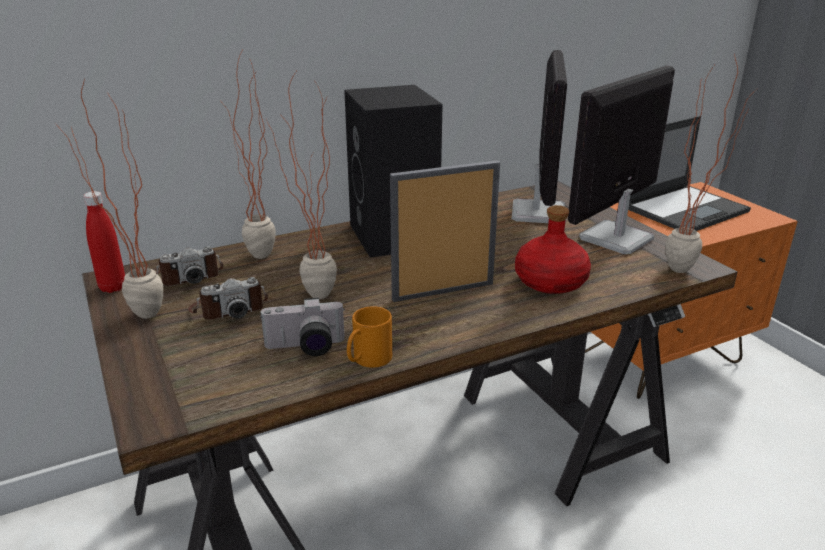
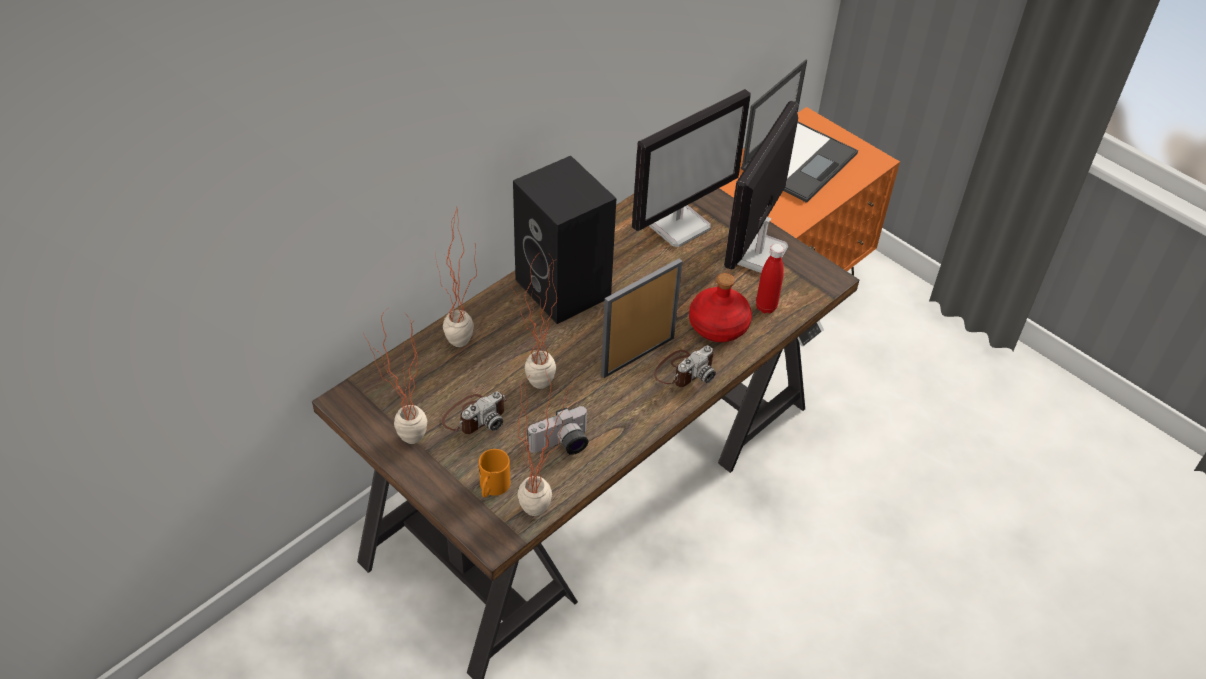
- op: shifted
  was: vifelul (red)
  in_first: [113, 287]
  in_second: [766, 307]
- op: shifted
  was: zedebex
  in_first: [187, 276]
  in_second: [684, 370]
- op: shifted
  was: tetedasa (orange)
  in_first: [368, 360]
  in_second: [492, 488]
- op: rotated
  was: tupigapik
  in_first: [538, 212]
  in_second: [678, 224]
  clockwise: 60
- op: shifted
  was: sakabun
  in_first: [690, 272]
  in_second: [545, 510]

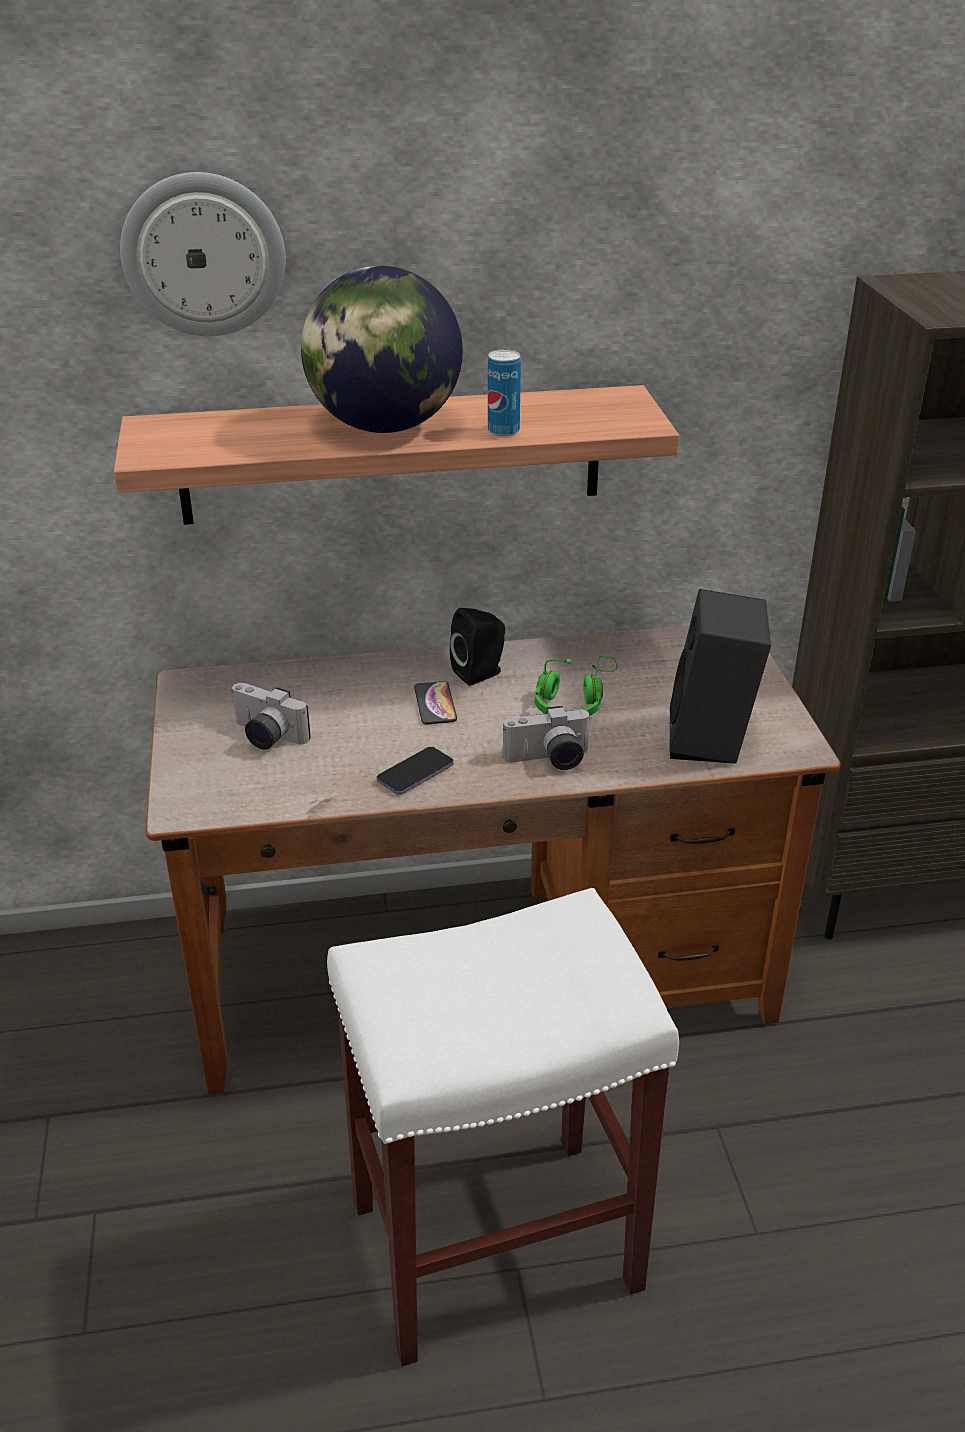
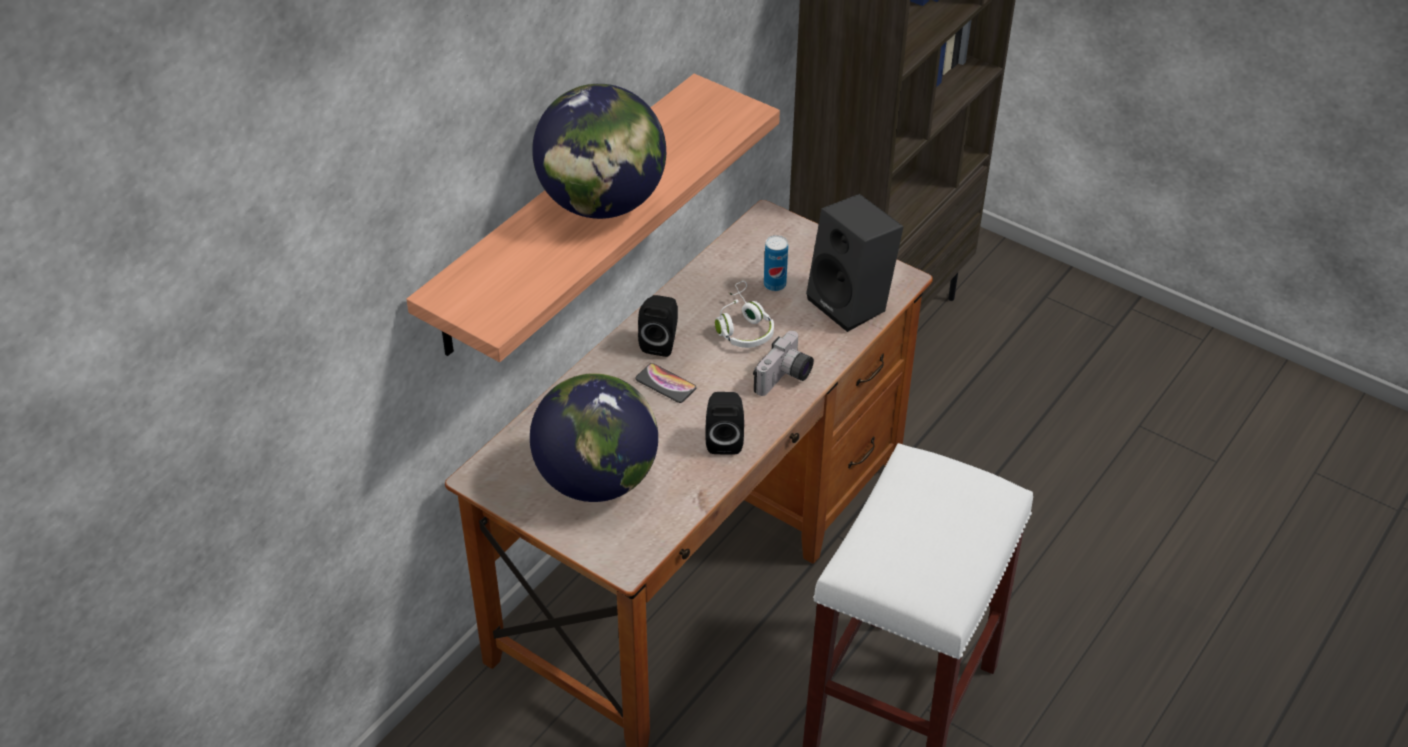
- op: gone
  was: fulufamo
  in_first: [203, 255]
- op: swapped
  was: zedebex
  now: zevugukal
  in_first: [265, 737]
  in_second: [597, 479]
- op: swapped
  was: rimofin
  now: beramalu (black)
  in_first: [415, 773]
  in_second: [724, 440]
- op: shifted
  was: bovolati
  in_first: [503, 431]
  in_second: [774, 285]
- op: repainted
  was: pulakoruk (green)
  now: pulakoruk (white)
  in_first: [574, 701]
  in_second: [743, 326]

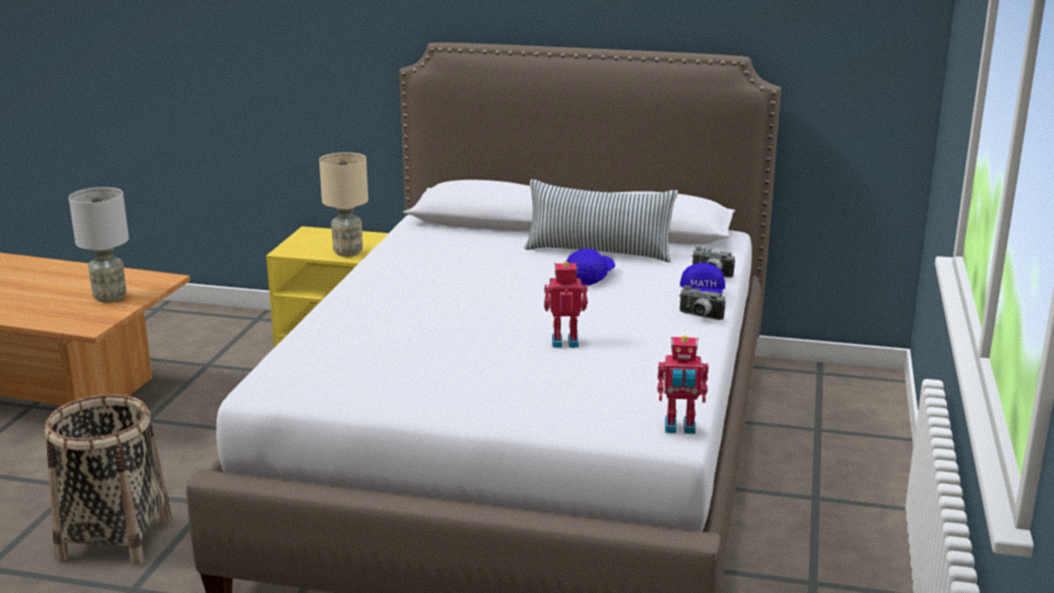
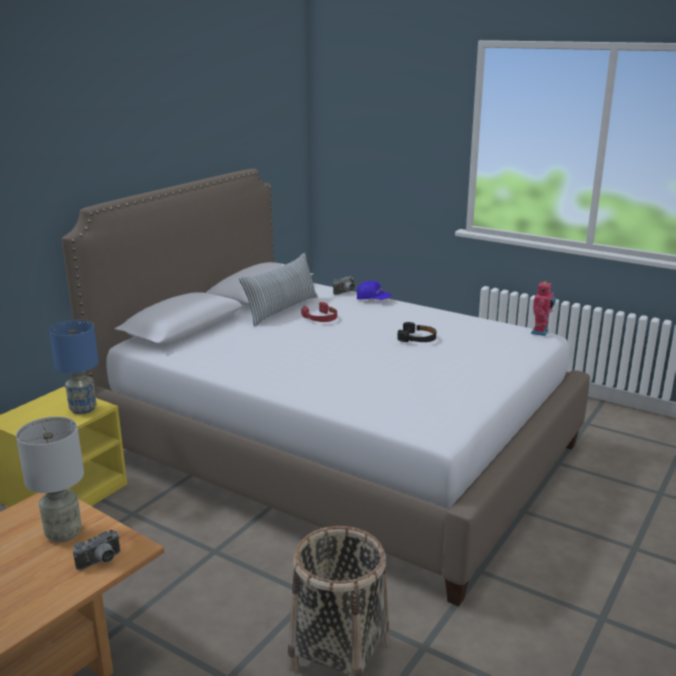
- op: repainted
  was: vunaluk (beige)
  now: vunaluk (blue)
  in_first: [347, 252]
  in_second: [82, 409]
- op: swapped
  was: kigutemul
  now: pulakoruk (black)
  in_first: [565, 341]
  in_second: [417, 338]
- op: swapped
  was: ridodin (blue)
  now: pulakoruk (red)
  in_first: [589, 276]
  in_second: [321, 318]
- op: shifted
  was: zedebex
  in_first: [699, 317]
  in_second: [101, 562]

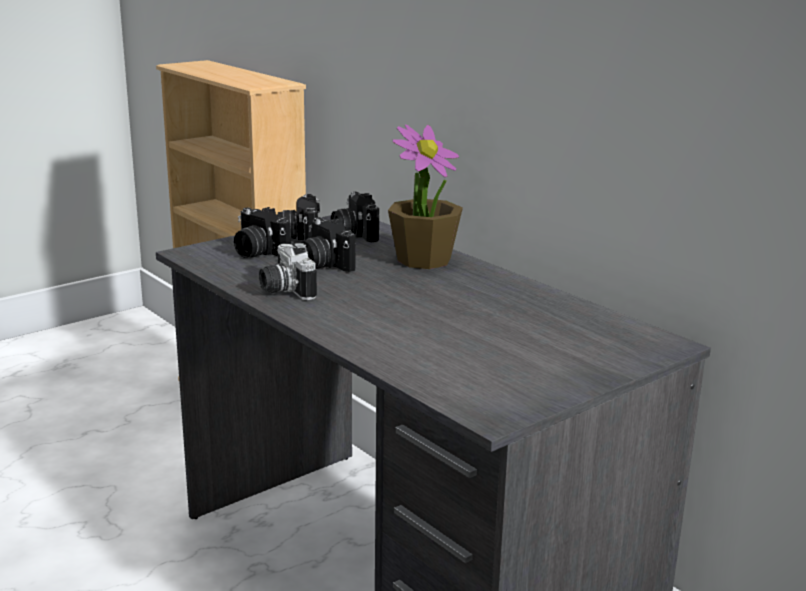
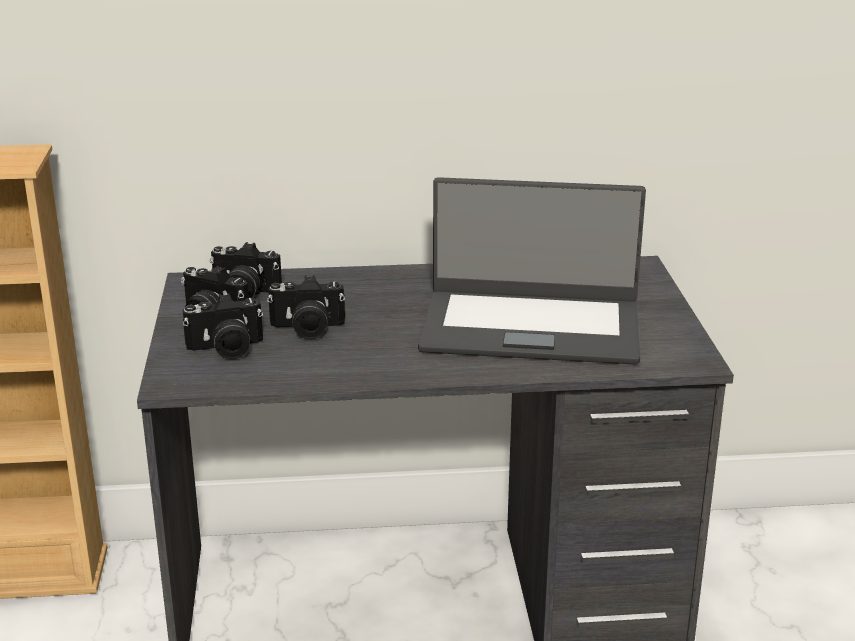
- op: gone
  was: zedebex
  in_first: [283, 290]
- op: gone
  was: sakabun
  in_first: [424, 260]
- op: new
  now: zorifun
  in_second: [531, 327]

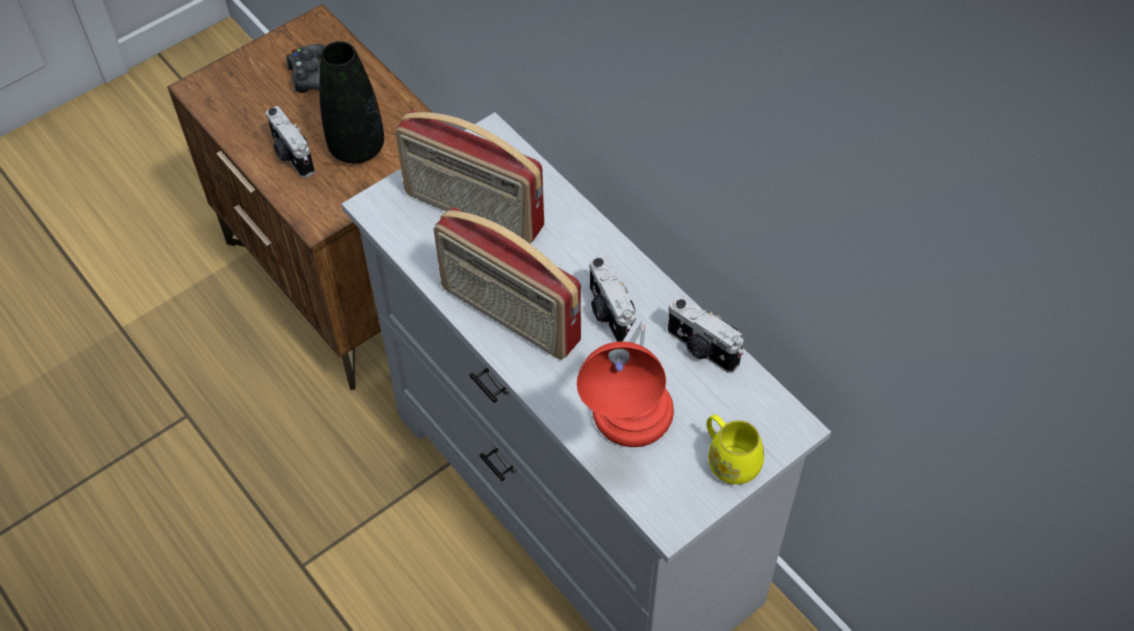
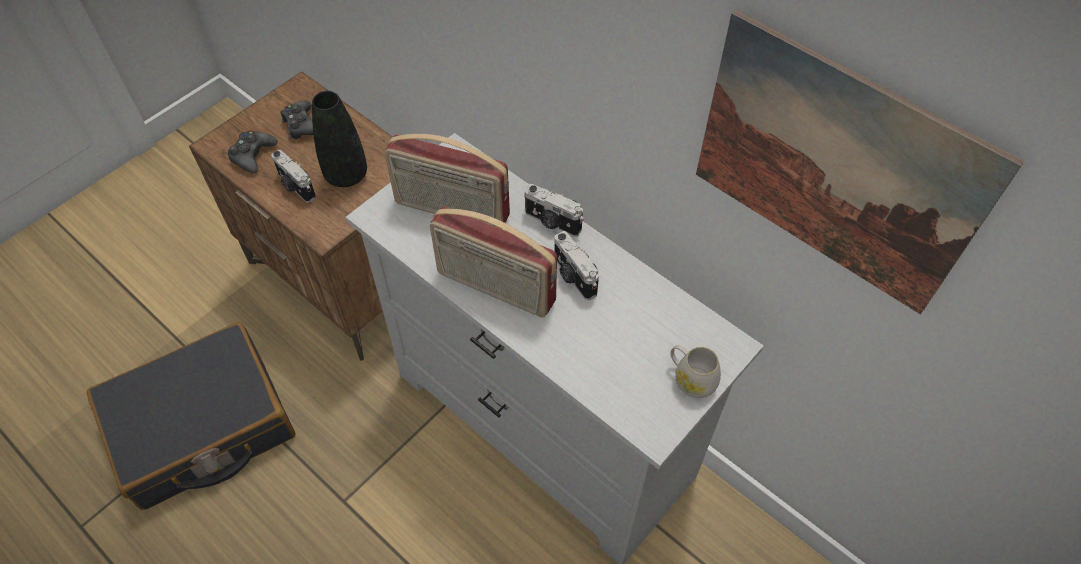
- op: gone
  was: vunaluk (red)
  in_first: [627, 435]
- op: shifted
  was: zedebex
  in_first: [701, 349]
  in_second: [552, 222]
- op: repainted
  was: tetedasa (yellow)
  now: tetedasa (white)
  in_first: [729, 459]
  in_second: [690, 378]
- op: new
  now: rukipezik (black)
  in_second: [202, 427]
- op: new
  now: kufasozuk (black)
  in_second: [253, 155]
- op: new
  now: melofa
  in_second: [834, 166]

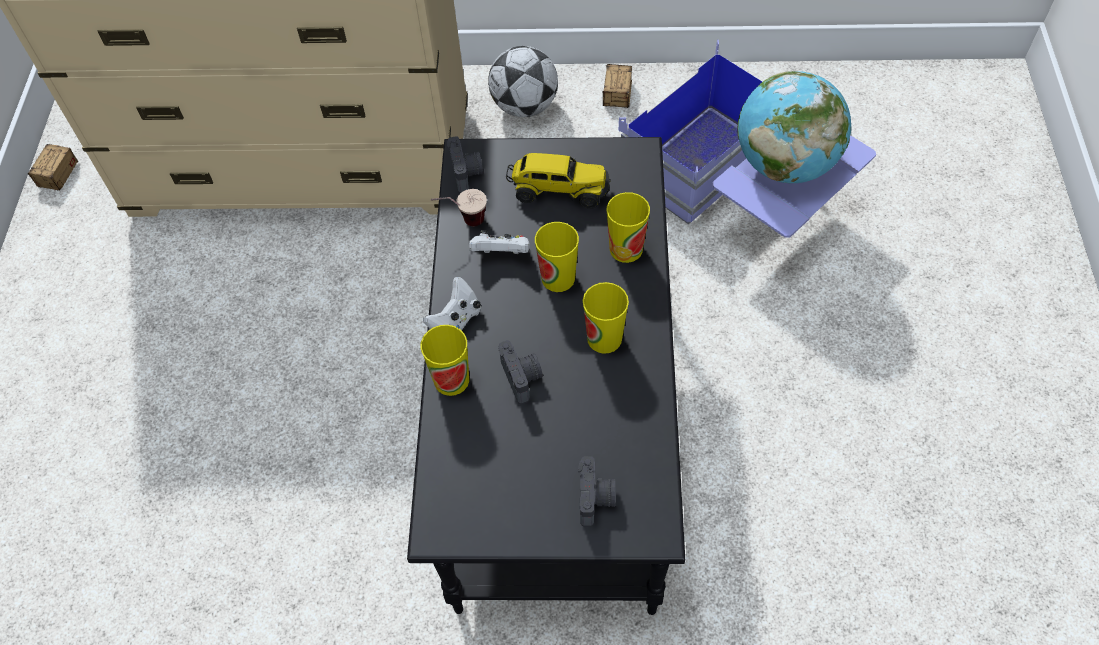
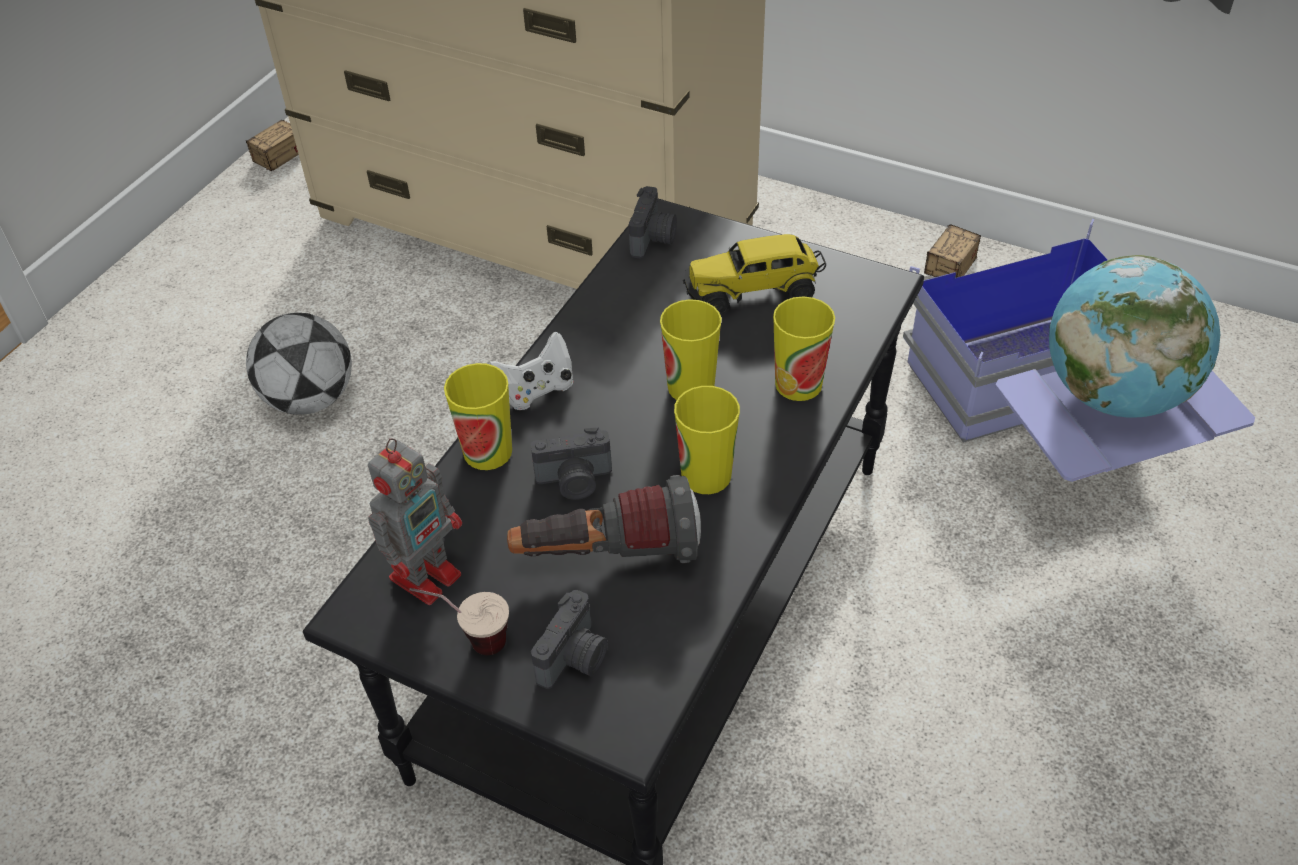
- op: shifted
  was: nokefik
  in_first: [462, 222]
  in_second: [468, 640]
- op: gone
  was: kufasozuk (white)
  in_first: [501, 254]
- op: shifted
  was: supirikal
  in_first: [525, 106]
  in_second: [310, 399]
- op: rotated
  was: zedebex
  in_first: [523, 377]
  in_second: [575, 481]
  clockwise: 75
- op: rotated
  was: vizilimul
  in_first: [558, 190]
  in_second: [753, 291]
  clockwise: 135
- op: new
  now: kigutemul
  in_second: [428, 574]
- op: new
  now: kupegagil
  in_second: [606, 555]

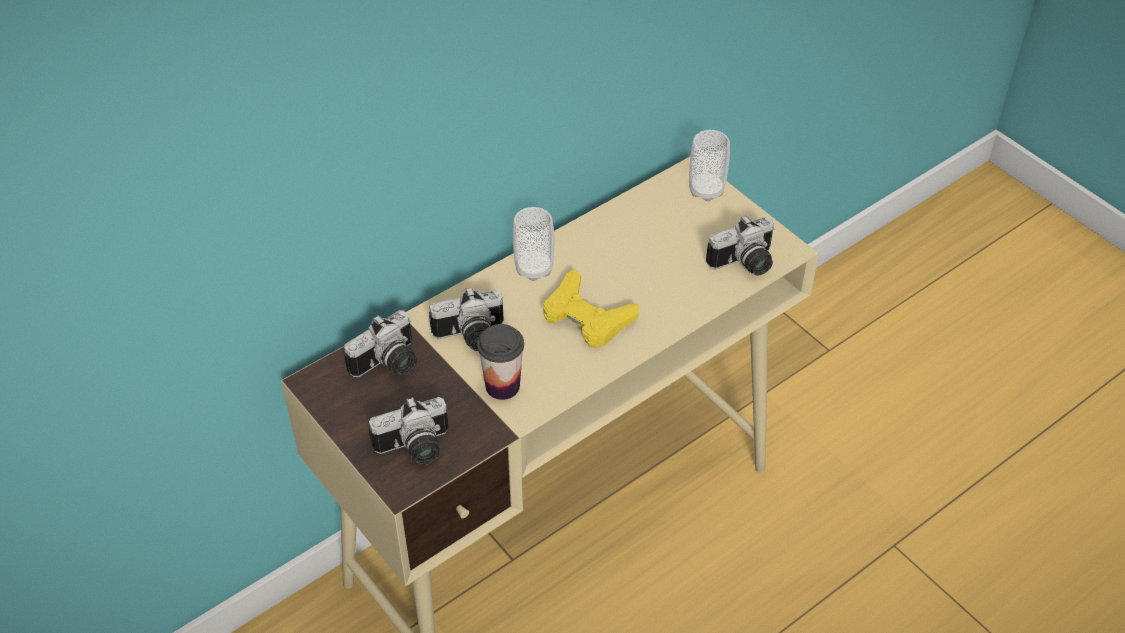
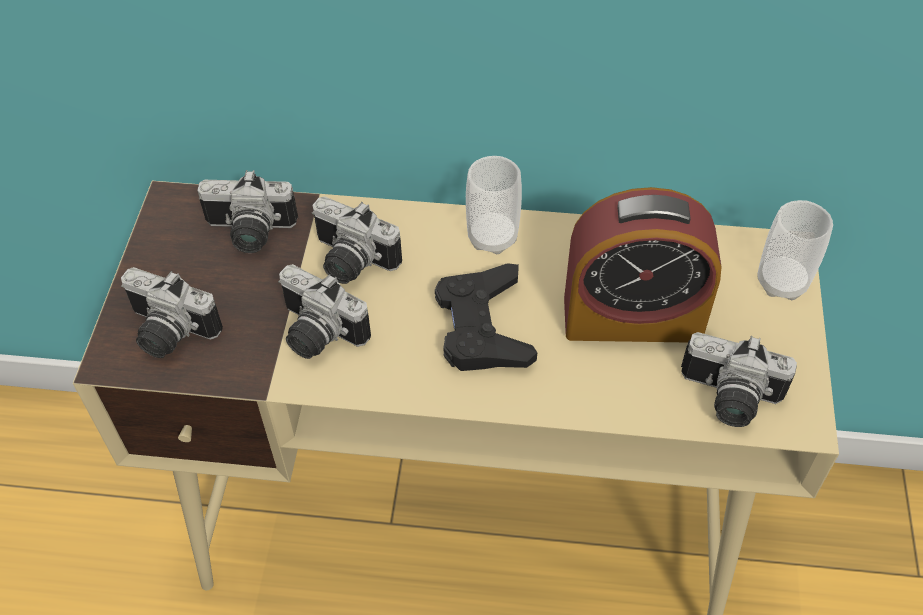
- op: swapped
  was: nokefik
  now: zedebex
  in_first: [502, 386]
  in_second: [316, 334]
- op: repainted
  was: kufasozuk (yellow)
  now: kufasozuk (black)
  in_first: [587, 317]
  in_second: [483, 326]
- op: new
  now: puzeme
  in_second: [632, 317]

